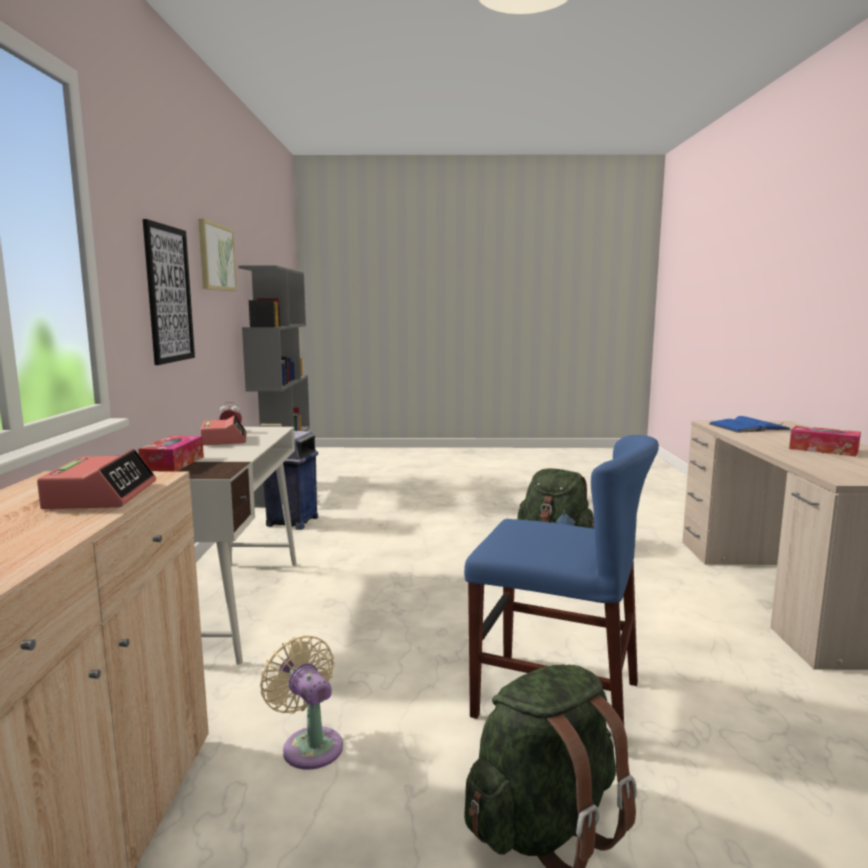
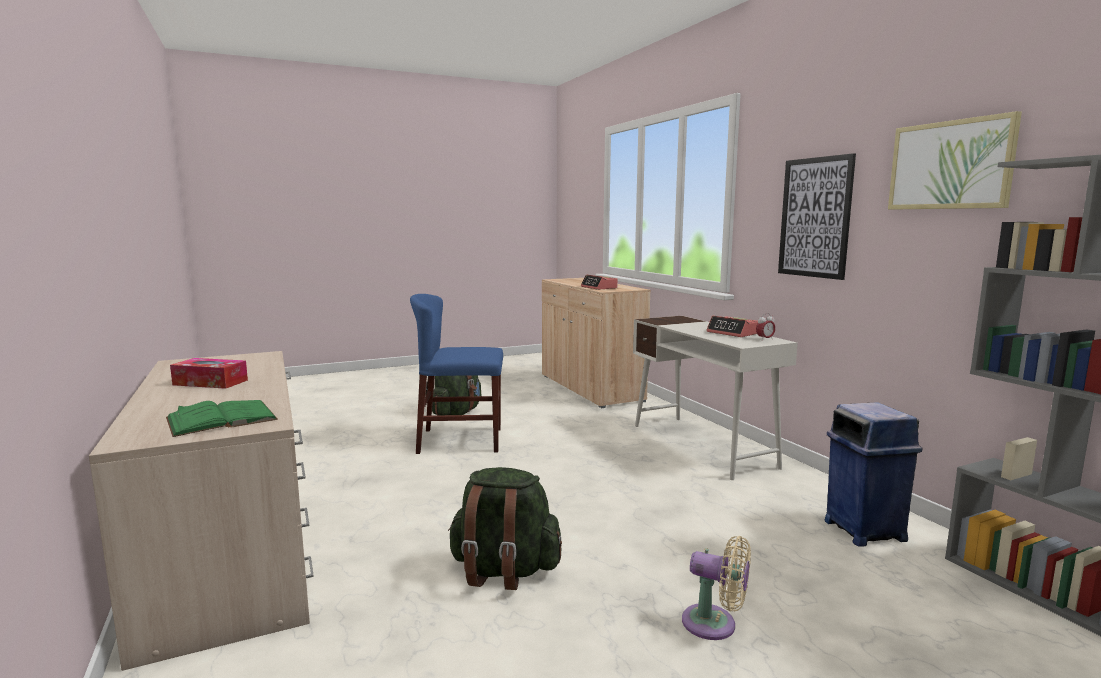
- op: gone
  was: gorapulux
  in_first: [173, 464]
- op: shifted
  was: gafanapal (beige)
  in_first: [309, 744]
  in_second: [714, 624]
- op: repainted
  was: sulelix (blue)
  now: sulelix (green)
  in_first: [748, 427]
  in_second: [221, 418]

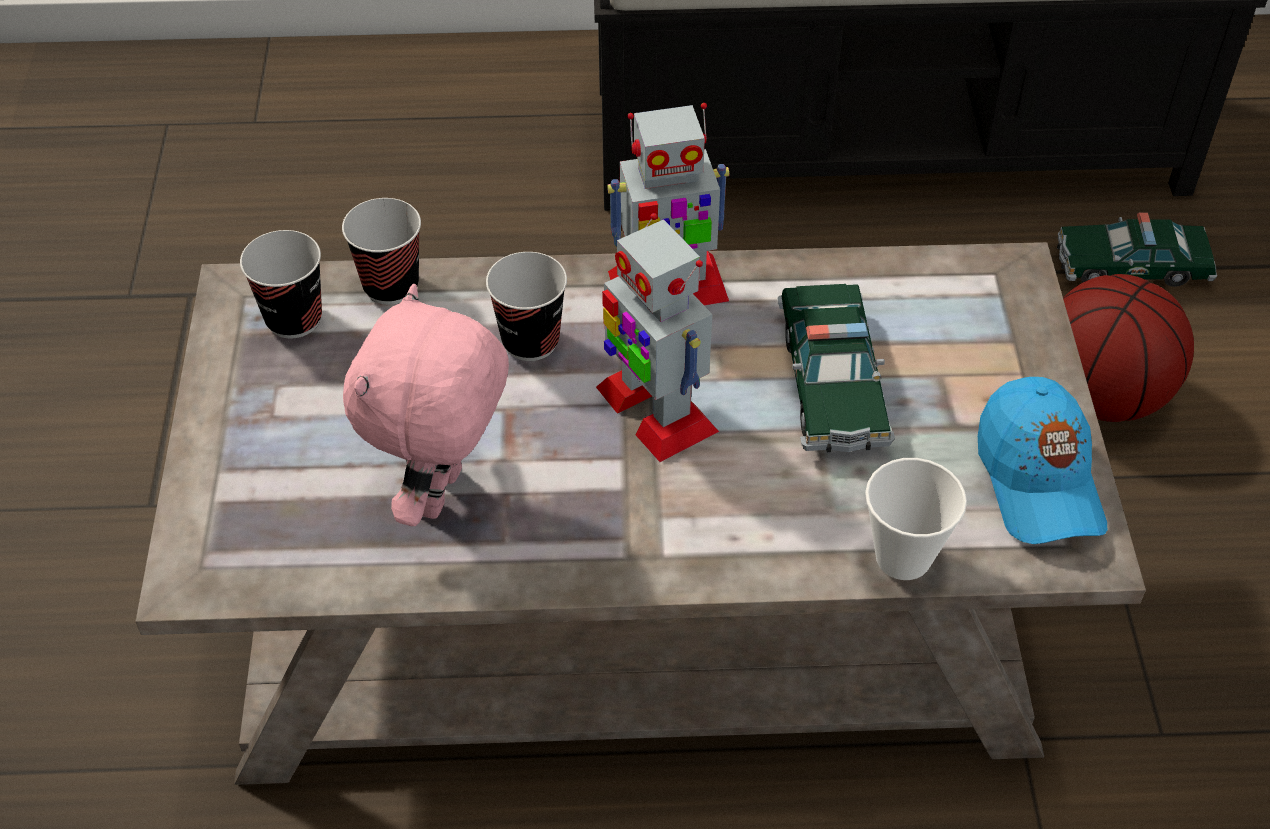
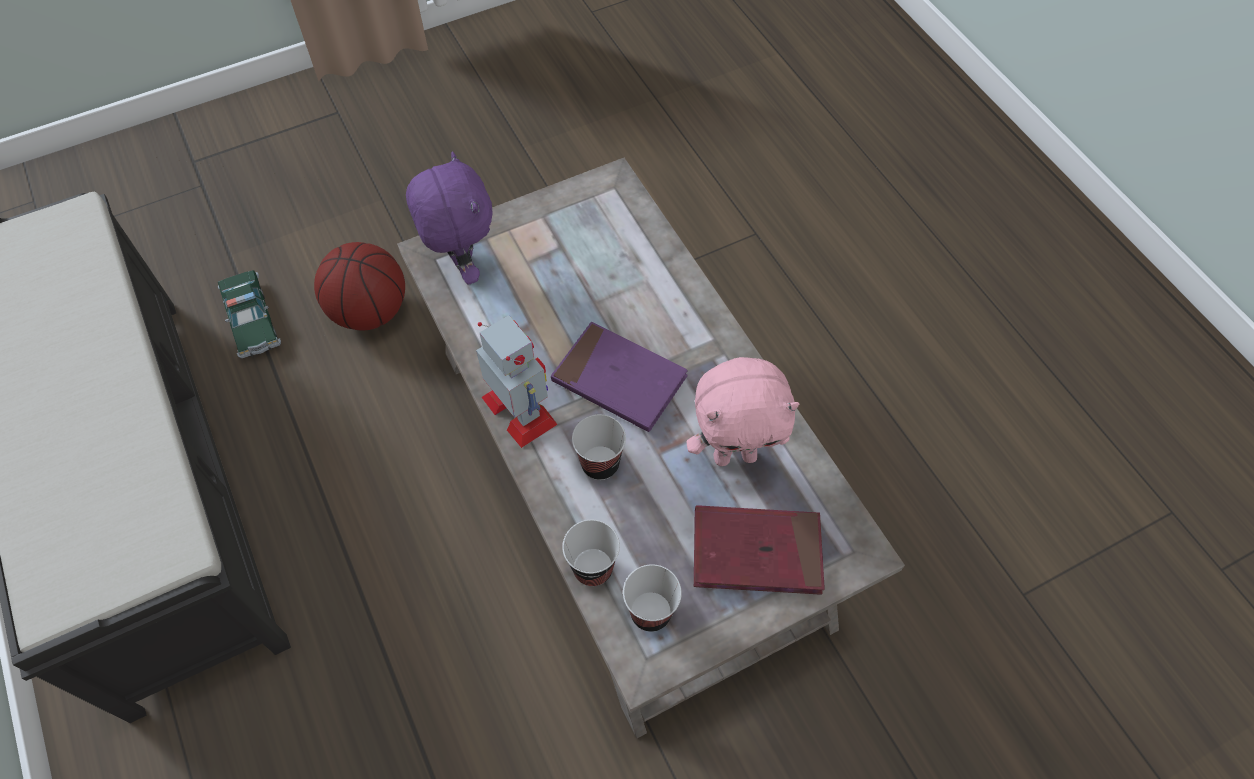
- op: swapped
  was: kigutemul
  now: sulelix (purple)
  in_first: [655, 409]
  in_second: [619, 380]
- op: gone
  was: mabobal
  in_first: [831, 382]
- op: gone
  was: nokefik
  in_first: [903, 557]
- op: gone
  was: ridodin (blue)
  in_first: [1038, 480]
- op: new
  now: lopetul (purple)
  in_second: [462, 266]
- op: new
  now: sulelix (red)
  in_second: [756, 552]

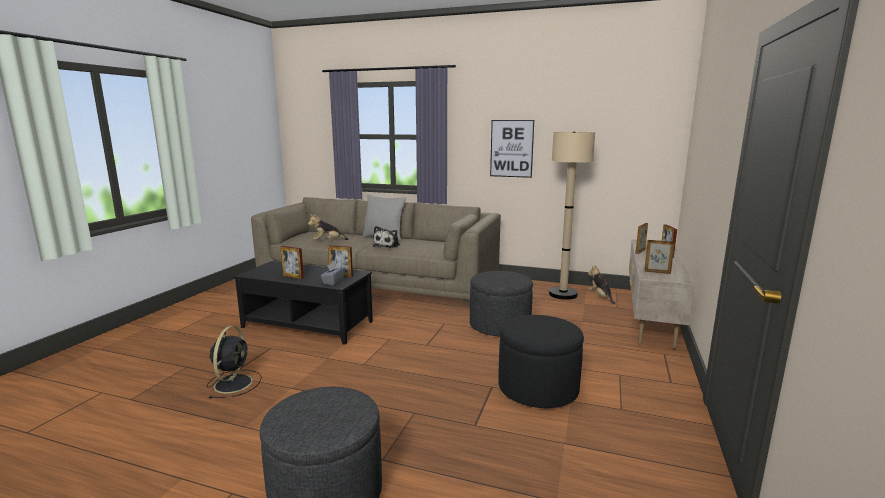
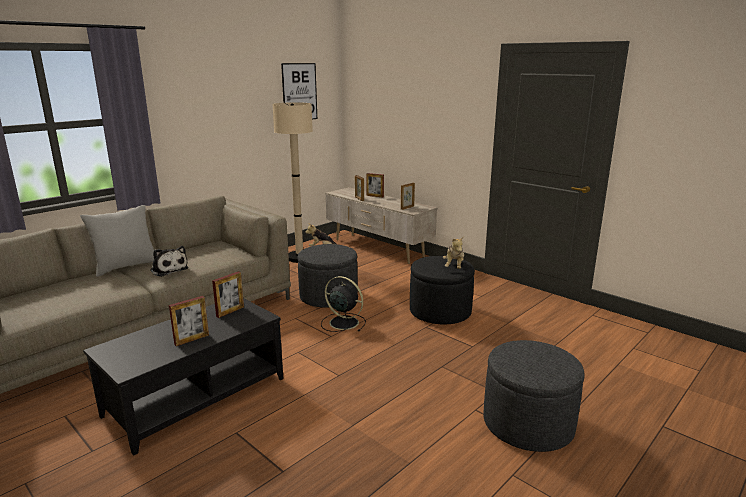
- op: shifted
  was: gafanapal (black)
  in_first: [234, 383]
  in_second: [342, 322]
- op: shifted
  was: lopetul
  in_first: [327, 241]
  in_second: [454, 266]
- op: gone
  was: gorapulux (grey)
  in_first: [333, 282]
- op: shifted
  was: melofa
  in_first: [511, 148]
  in_second: [299, 92]

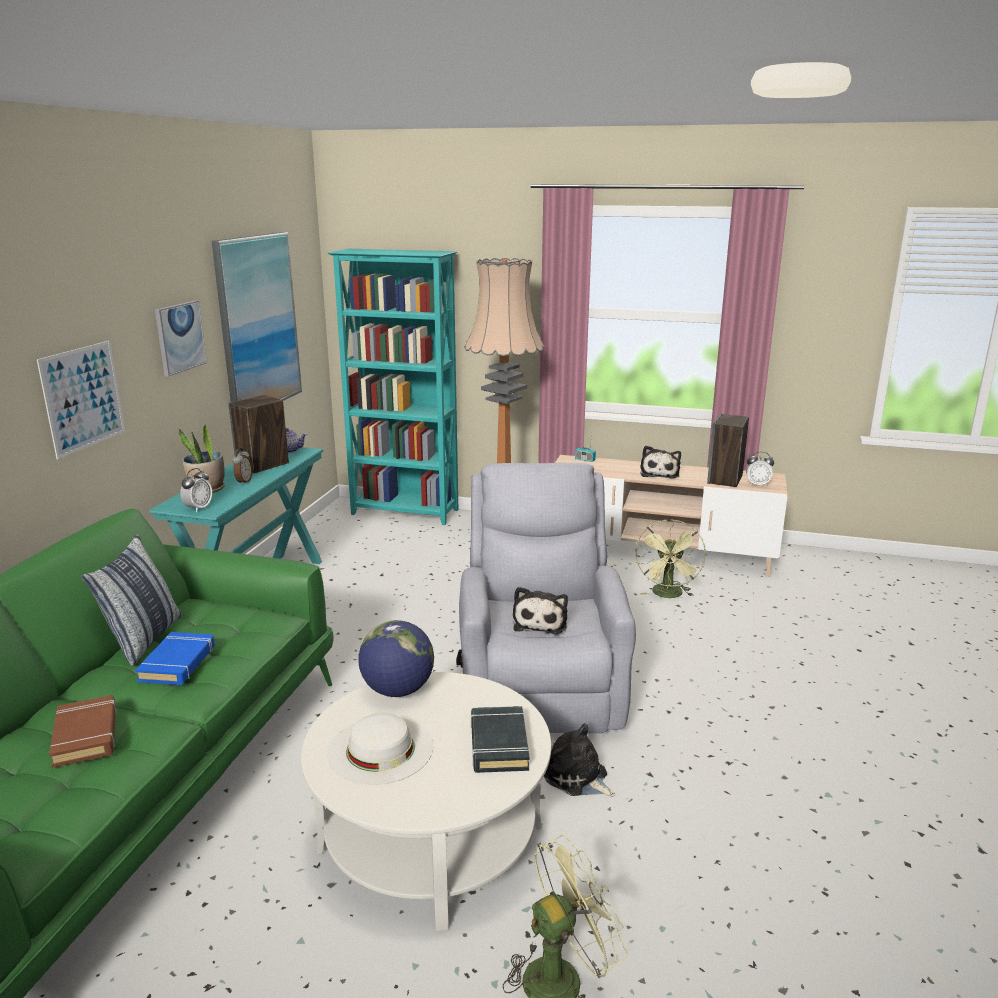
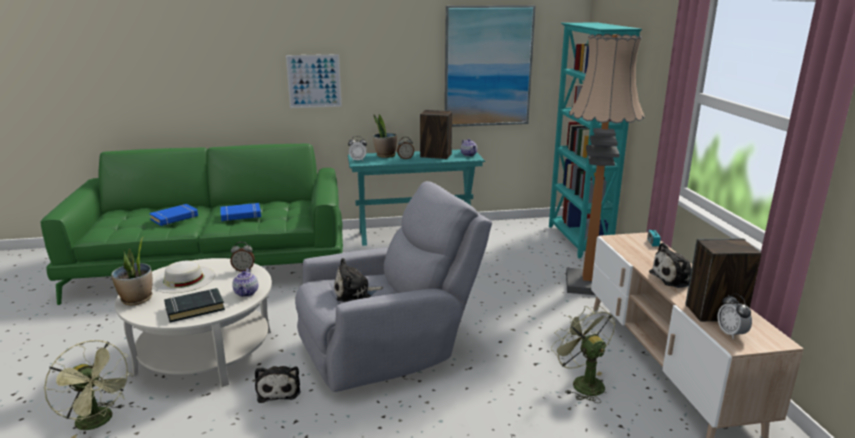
- op: repainted
  was: sulelix (brown)
  now: sulelix (blue)
  in_first: [86, 736]
  in_second: [174, 218]
- op: gone
  was: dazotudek
  in_first: [144, 639]
- op: gone
  was: melofa
  in_first: [180, 337]
- op: swapped
  was: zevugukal
  now: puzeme
  in_first: [398, 690]
  in_second: [244, 270]
- op: rotated
  was: lopetul
  in_first: [577, 777]
  in_second: [279, 390]
  clockwise: 150
- op: rotated
  was: gafanapal (green)
  in_first: [668, 595]
  in_second: [582, 383]
  clockwise: 75
- op: new
  now: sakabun
  in_second: [137, 299]
- op: new
  now: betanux
  in_second: [247, 293]

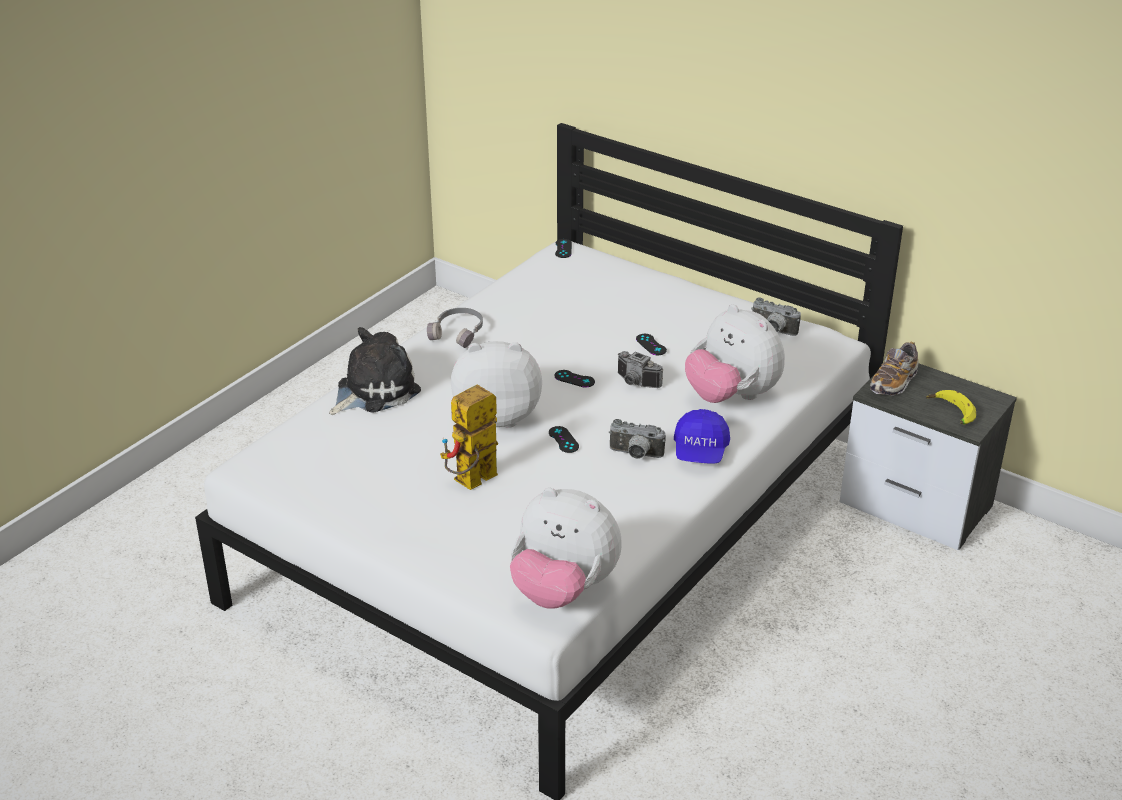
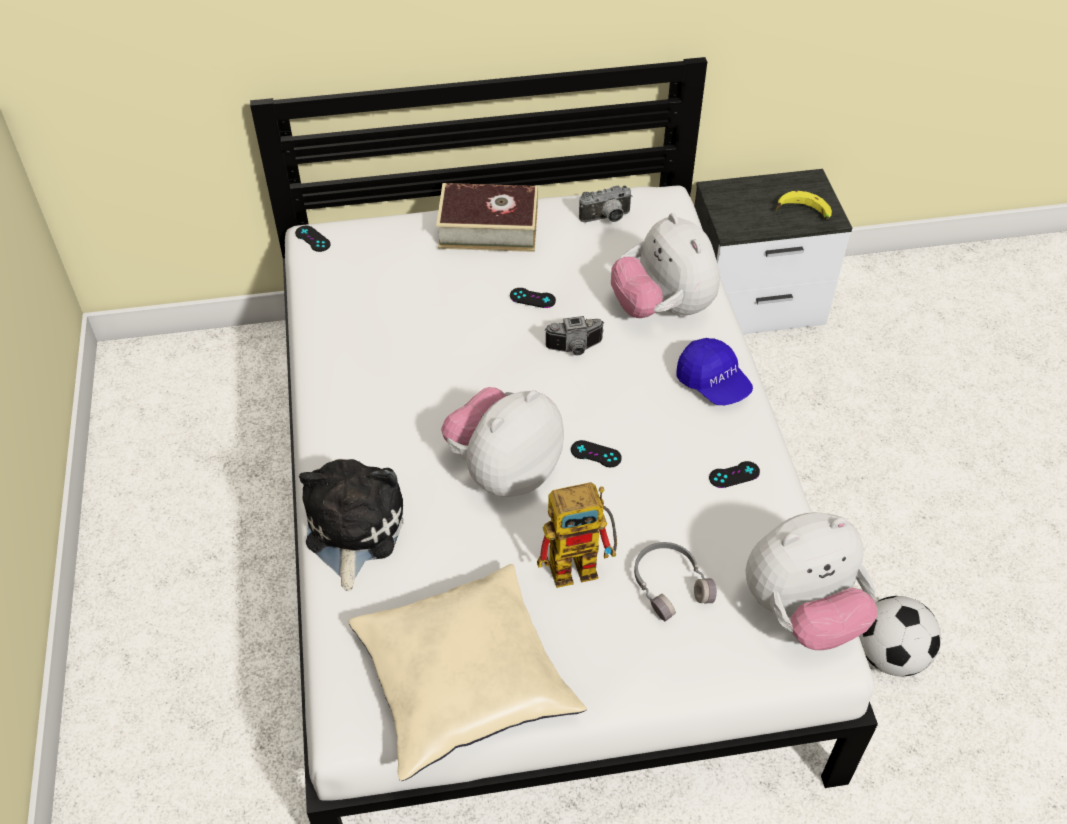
- op: shifted
  was: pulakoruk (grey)
  in_first: [458, 333]
  in_second: [670, 584]
- op: rotated
  was: kigutemul
  in_first: [471, 483]
  in_second: [582, 563]
  clockwise: -105
- op: shifted
  was: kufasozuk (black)
  in_first: [574, 379]
  in_second: [734, 475]
- op: gone
  was: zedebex
  in_first: [635, 455]
- op: rotated
  was: lopetul
  in_first: [732, 396]
  in_second: [662, 308]
  clockwise: 60
- op: gone
  was: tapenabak
  in_first: [893, 382]
- op: new
  now: dazotudek (beige)
  in_second: [465, 678]
- op: new
  now: sulelix
  in_second: [488, 228]
- op: new
  now: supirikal
  in_second: [890, 655]

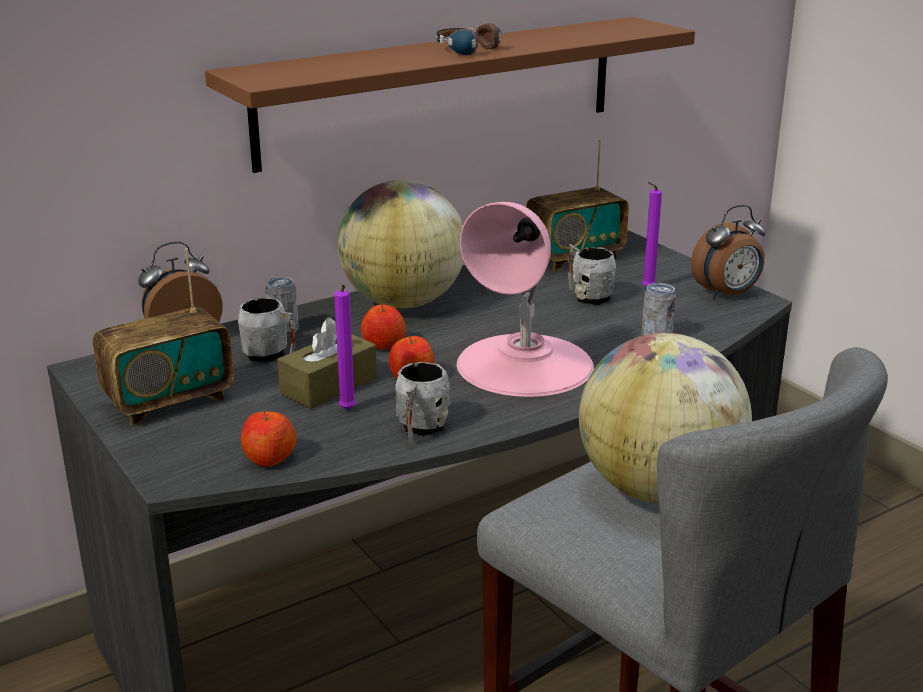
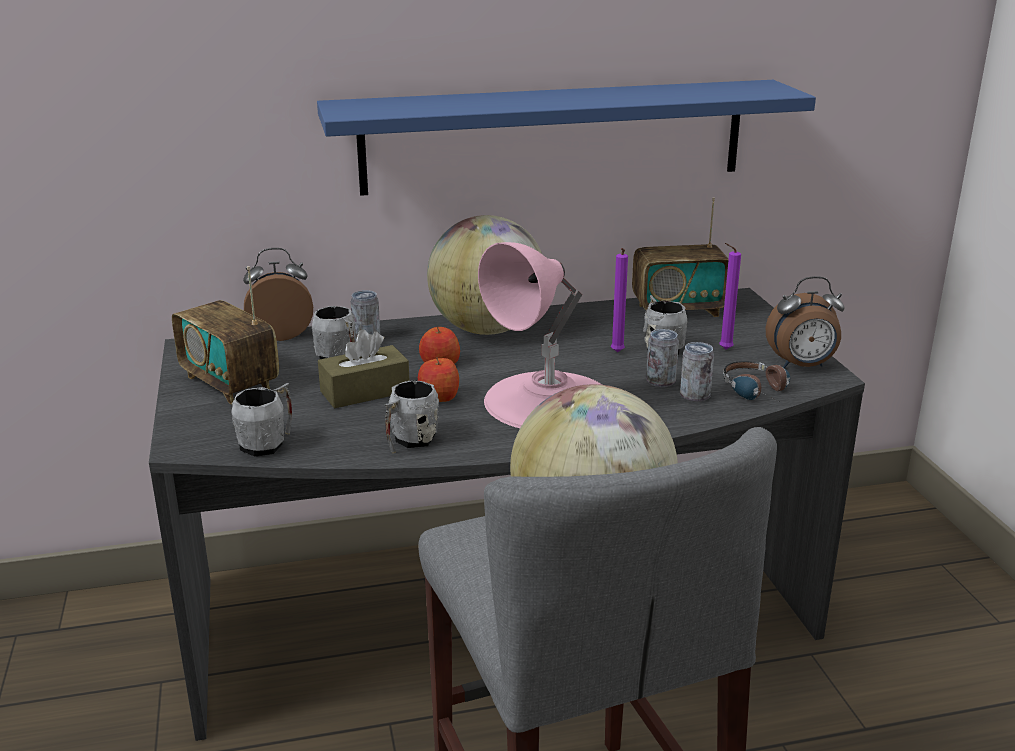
- op: rotated
  was: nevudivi
  in_first: [169, 401]
  in_second: [230, 383]
  clockwise: 60
- op: repainted
  was: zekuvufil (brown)
  now: zekuvufil (blue)
  in_first: [442, 90]
  in_second: [554, 136]
- op: swapped
  was: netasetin
  now: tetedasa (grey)
  in_first: [269, 458]
  in_second: [268, 443]
- op: shifted
  was: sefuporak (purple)
  in_first: [347, 411]
  in_second: [617, 353]
- op: shifted
  was: pulakoruk
  in_first: [475, 51]
  in_second: [760, 392]
- op: new
  now: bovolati
  in_second: [660, 381]

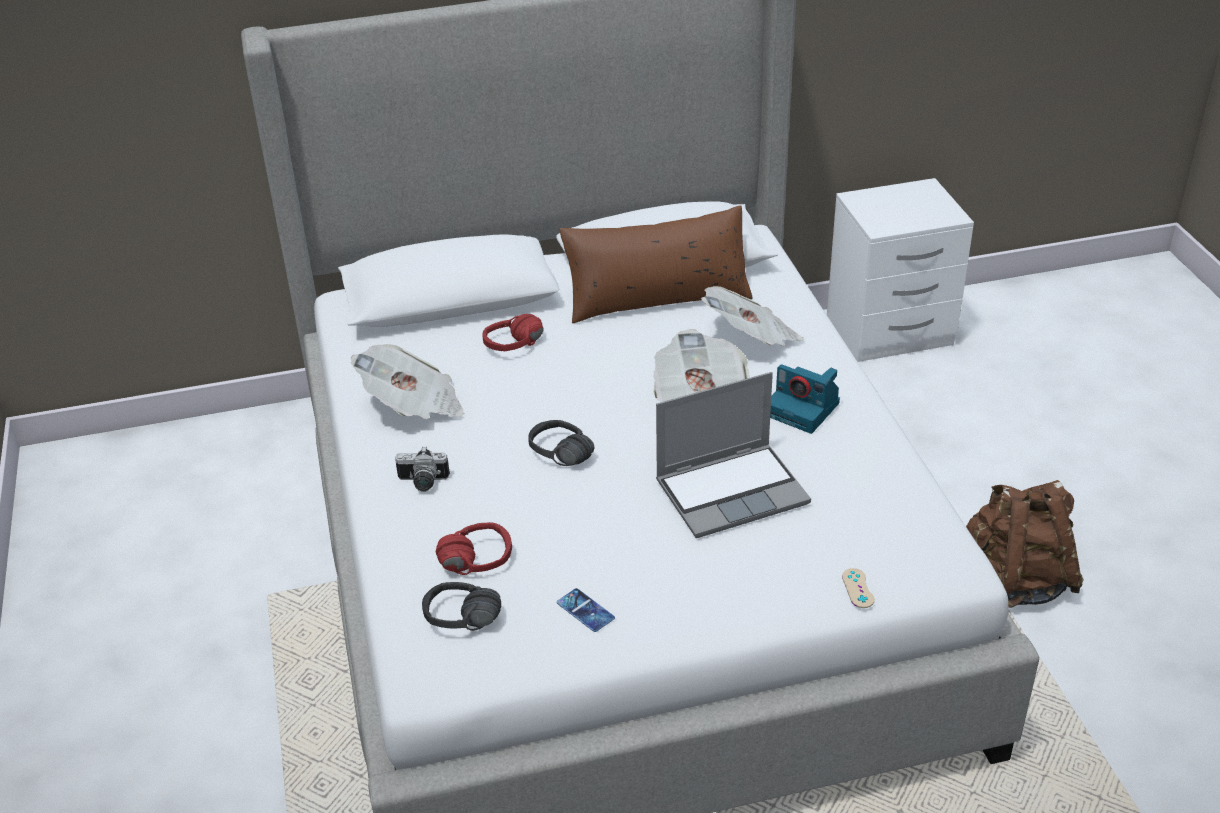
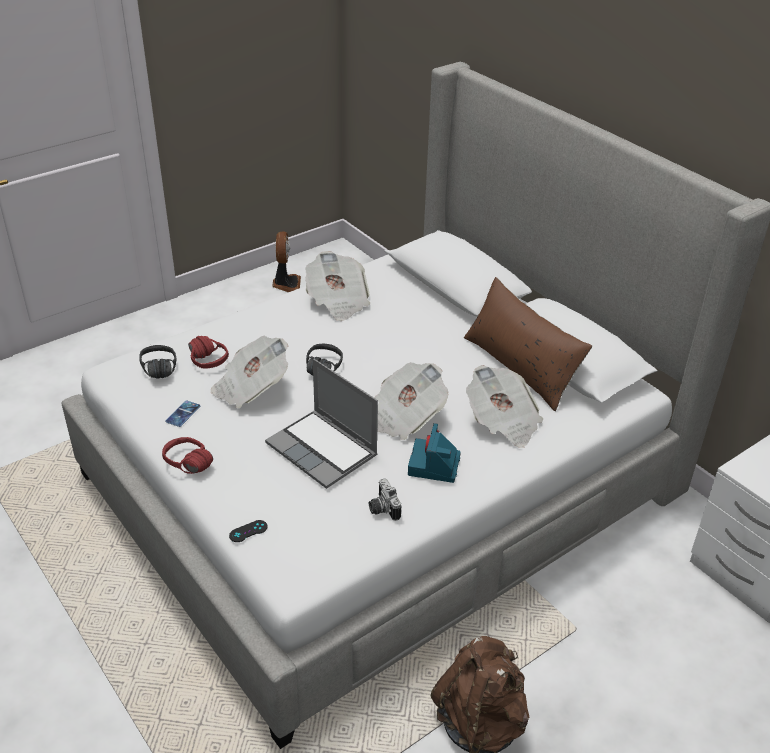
- op: shifted
  was: zedebex
  in_first: [422, 483]
  in_second: [382, 508]
- op: shifted
  was: pulakoruk (red)
  in_first: [518, 348]
  in_second: [183, 467]
- op: repainted
  was: kufasozuk (beige)
  now: kufasozuk (black)
  in_first: [858, 588]
  in_second: [248, 531]
- op: new
  now: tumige
  in_second: [251, 388]
- op: new
  now: gafanapal
  in_second: [286, 284]

